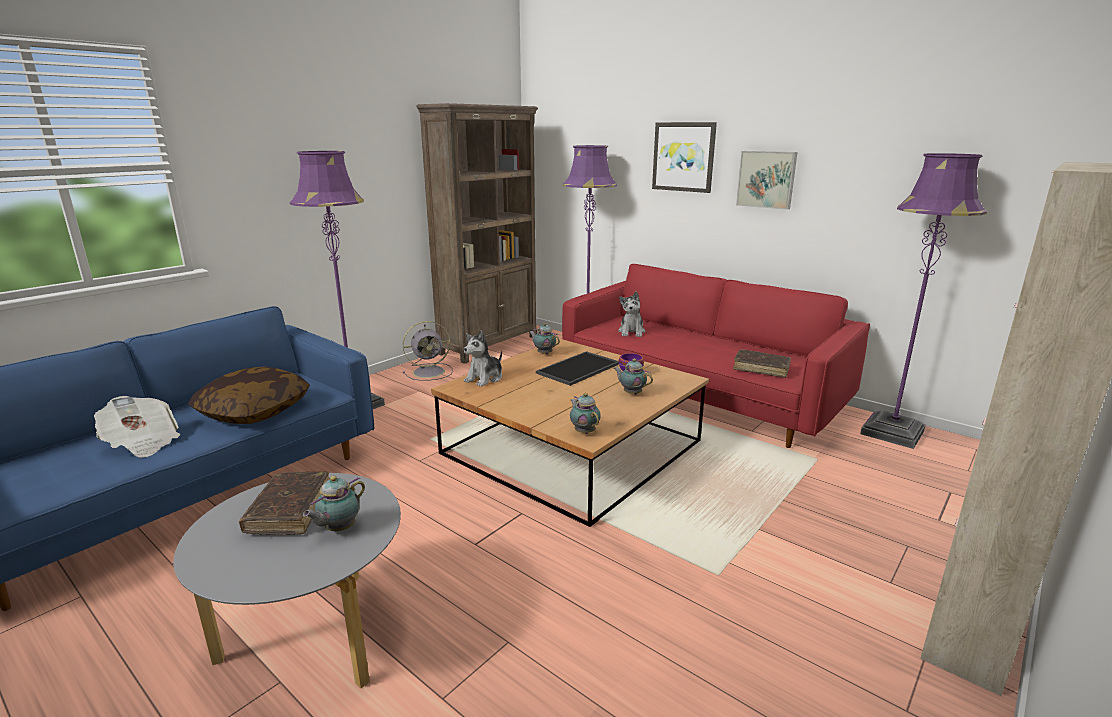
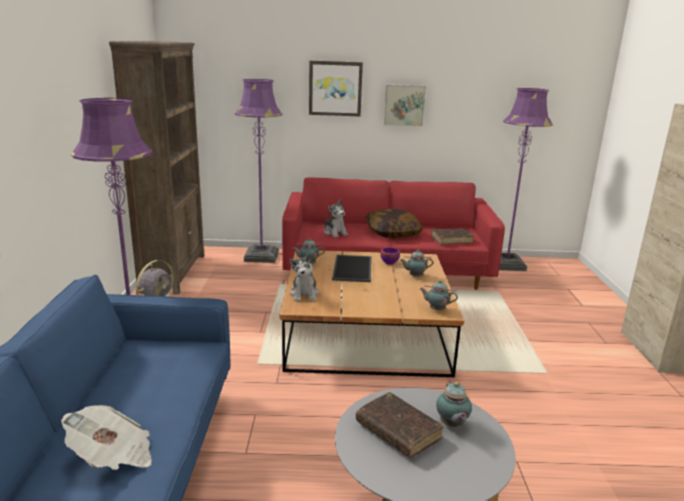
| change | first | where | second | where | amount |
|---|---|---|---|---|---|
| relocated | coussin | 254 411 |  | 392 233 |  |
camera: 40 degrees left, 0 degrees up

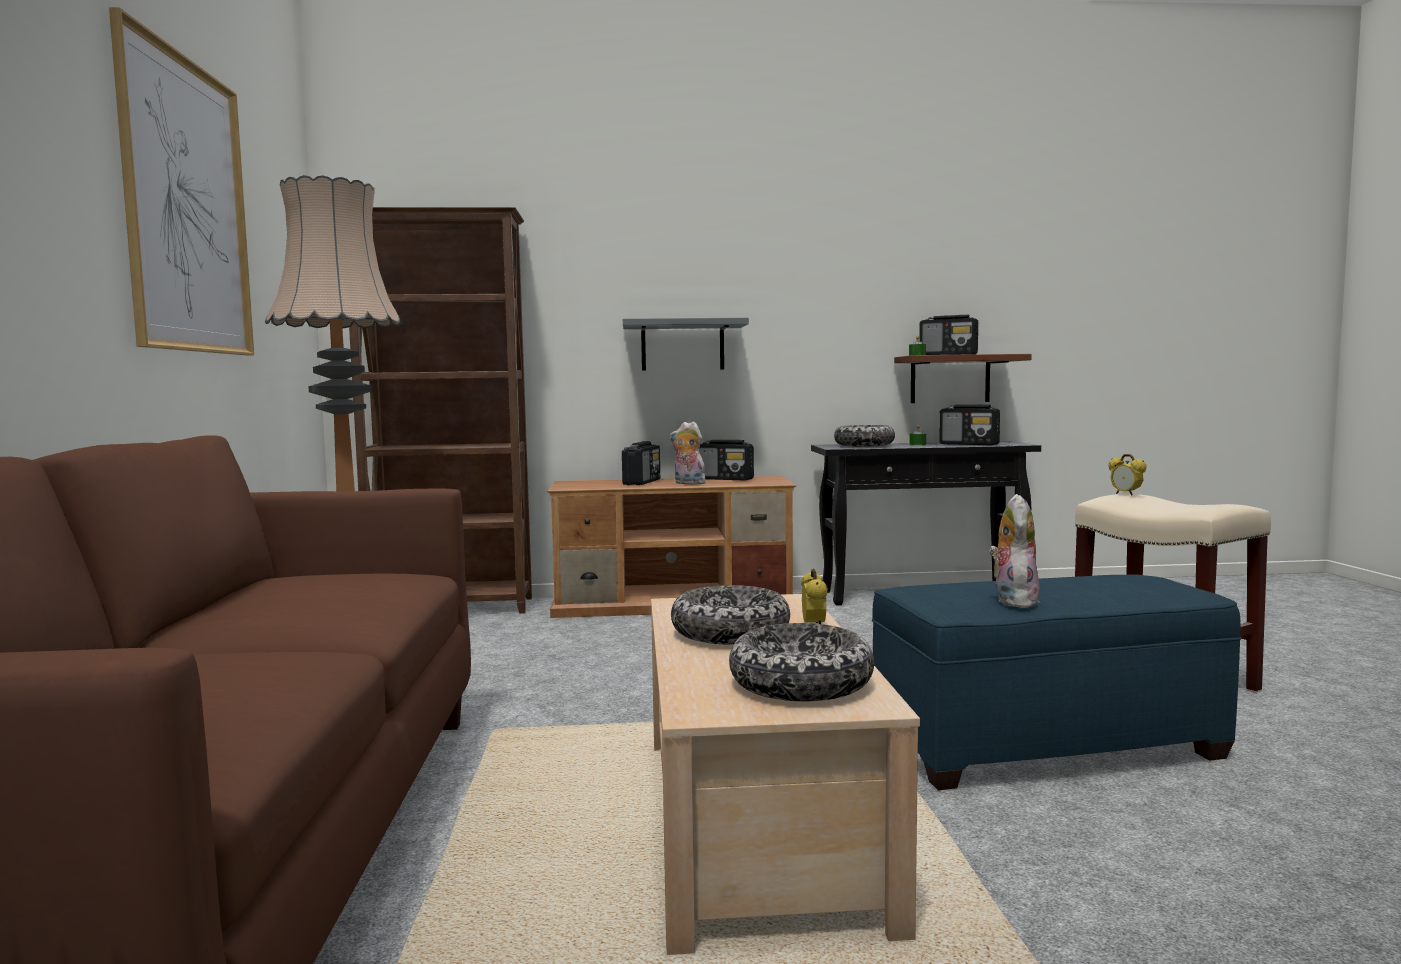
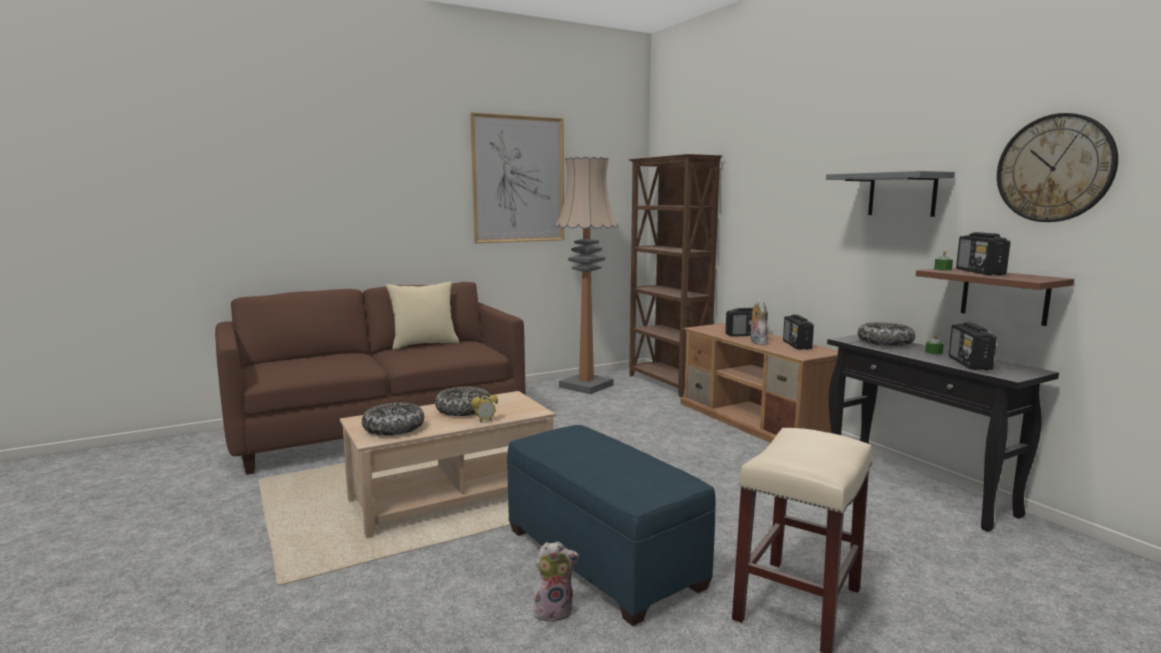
| change | first | where | second | where | amount |
|---|---|---|---|---|---|
| appeared |  |  | coussin (beige) | 424 344 |  |
| relocated | peluche | 1012 600 |  | 554 611 |  |
| relocated | étagère (gris) | 682 346 |  | 902 194 |  |
| appeared |  |  | horloge murale | 1054 168 |  |
| missing | réveil | 1126 494 |  |  |  |
camera: 65 degrees right, 5 degrees up

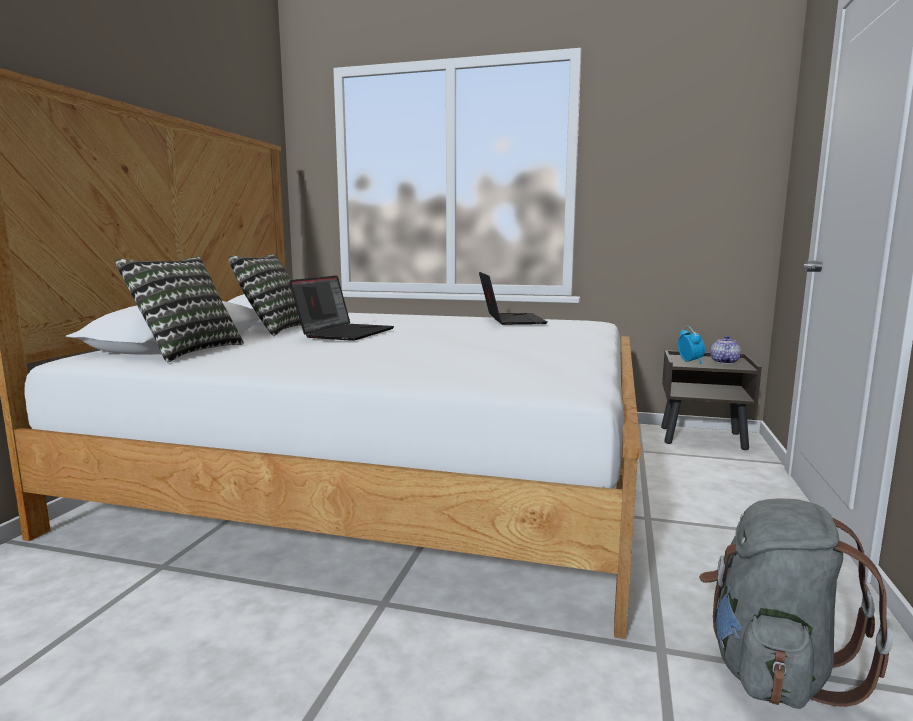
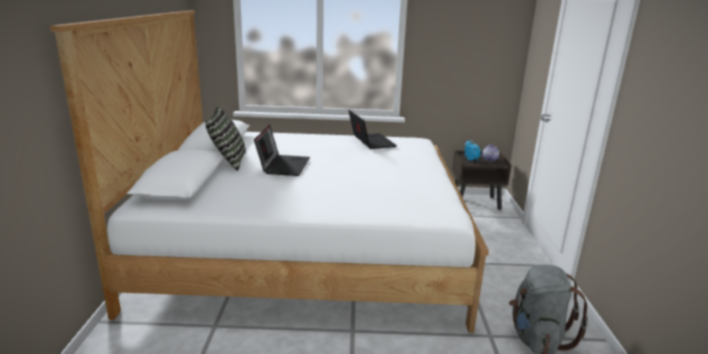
| change | first | where | second | where | amount |
|---|---|---|---|---|---|
| missing | coussin | 187 351 |  |  |  |
camera: 15 degrees left, 10 degrees up

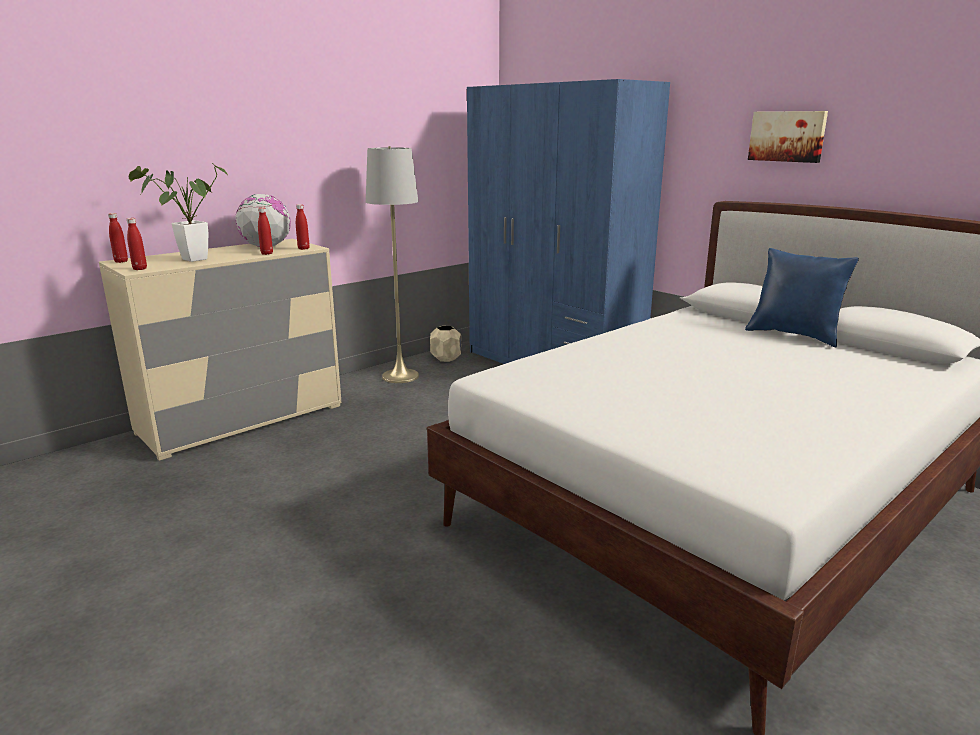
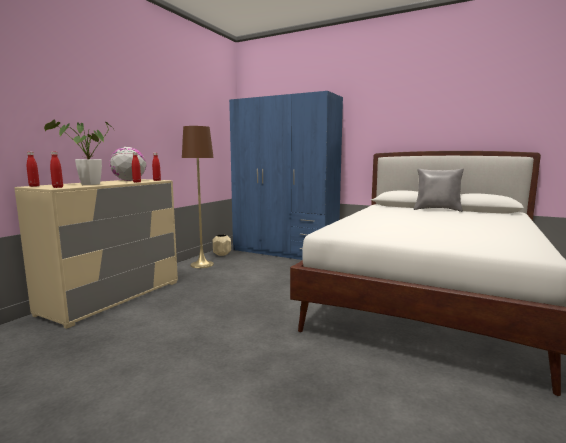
| change | first | where | second | where | amount |
|---|---|---|---|---|---|
| colour | lampadaire (gris) | 400 376 | lampadaire (marron) | 202 264 |  |
| colour | coussin (bleu) | 794 335 | coussin (gris) | 437 210 |  |
| missing | tableau | 787 136 |  |  |  |
camera: 20 degrees left, 10 degrees down

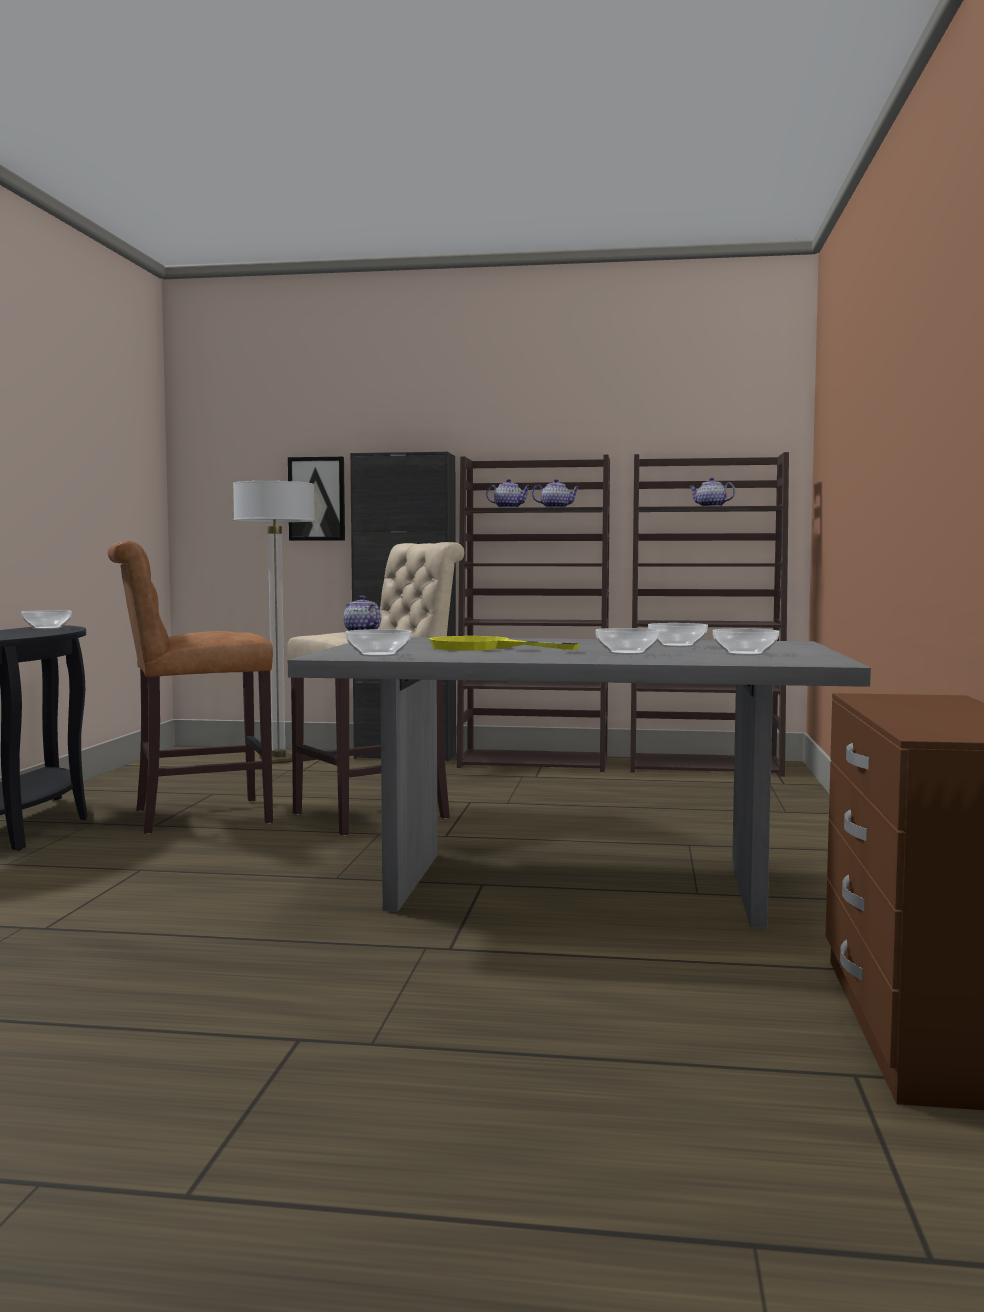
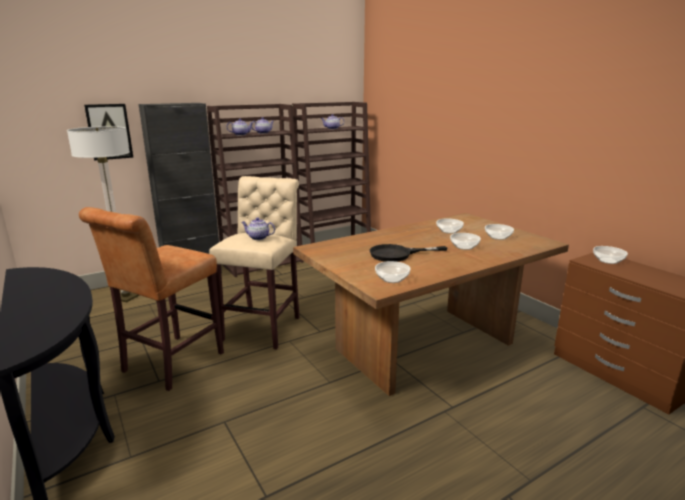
| change | first | where | second | where | amount |
|---|---|---|---|---|---|
| colour | table à manger (gris) | 574 888 | table à manger (marron) | 425 347 |  |
| colour | poêle (jaune) | 483 648 | poêle (noir) | 397 254 |  |
| relocated | bol | 47 628 |  | 607 261 |  |
camera: 40 degrees left, 15 degrees up

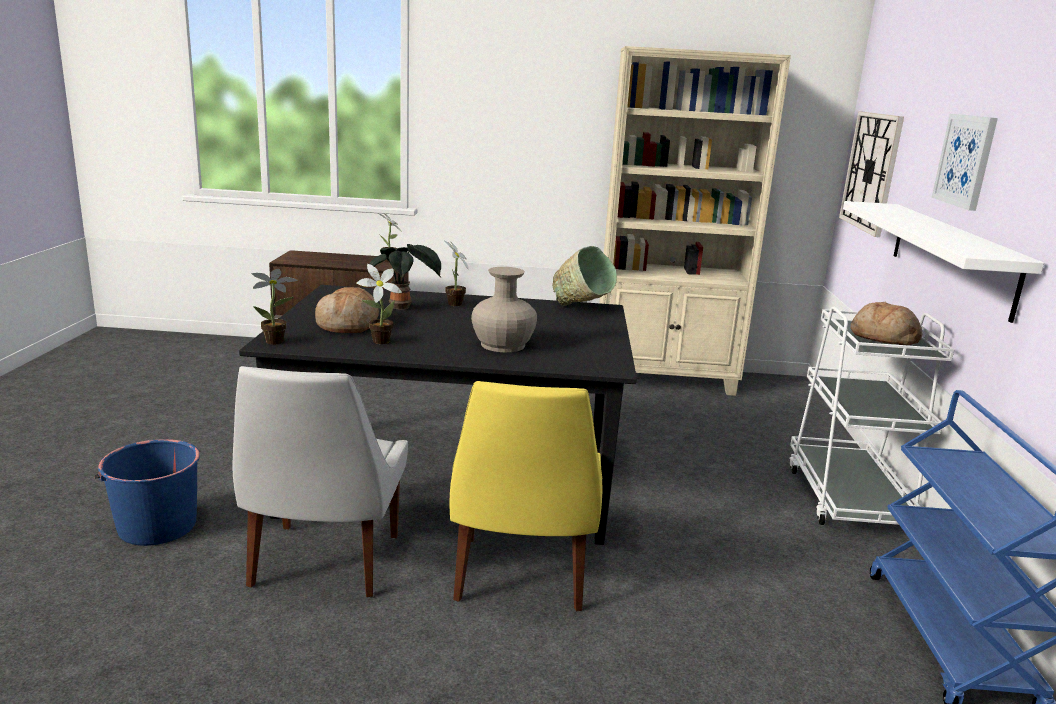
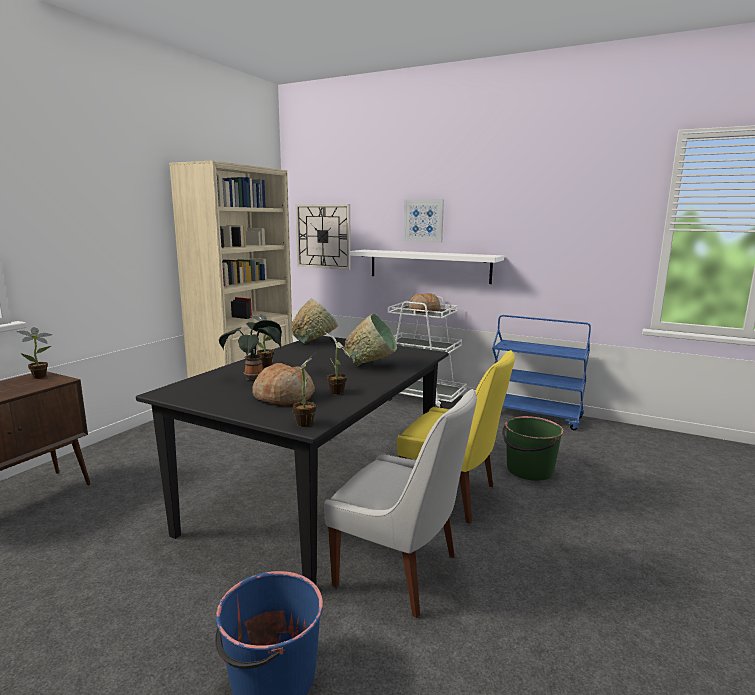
| change | first | where | second | where | amount |
|---|---|---|---|---|---|
| exchanged | vase (beige) | 503 345 | bol (vert) | 372 366 |  |
| appeared |  |  | seau (vert) | 529 470 |  |
camera: 65 degrees left, 5 degrees down

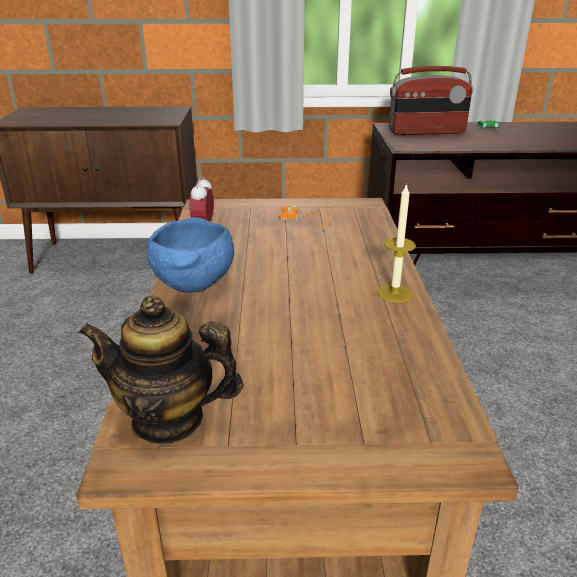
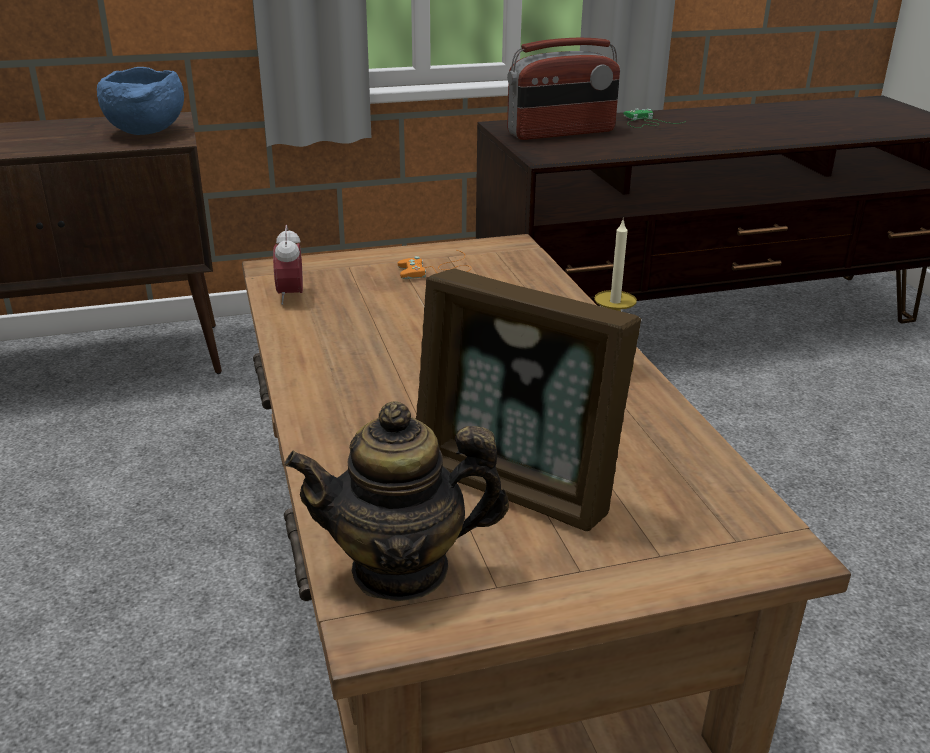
| change | first | where | second | where | amount |
|---|---|---|---|---|---|
| relocated | bol (bleu) | 194 286 |  | 147 133 |  |
| appeared |  |  | cadre photo | 515 484 |  |
camera: 15 degrees left, 0 degrees up

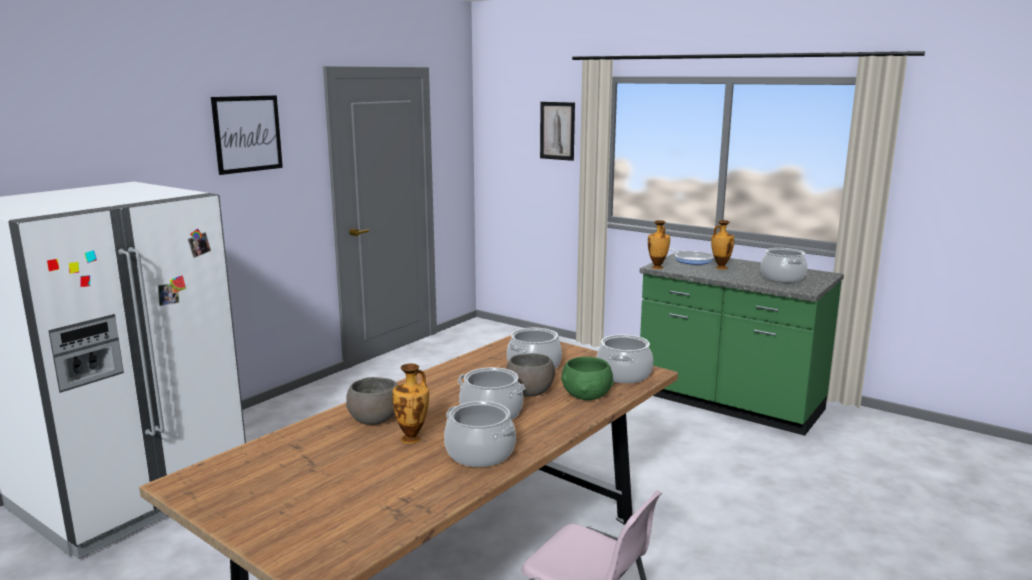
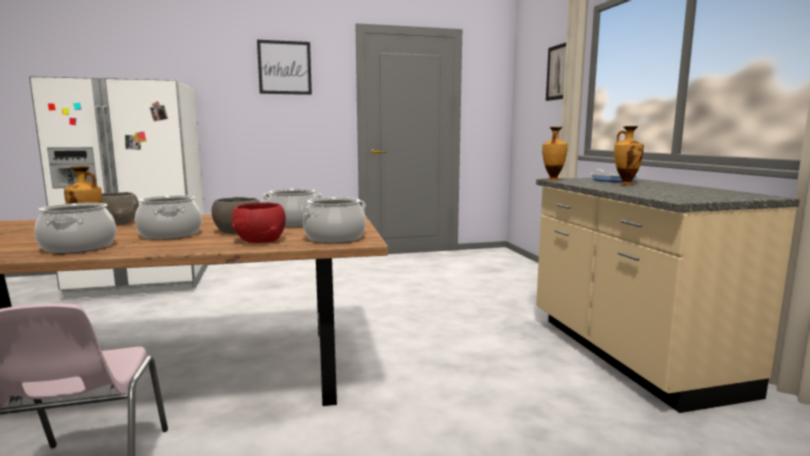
| change | first | where | second | where | amount |
|---|---|---|---|---|---|
| colour | bol (vert) | 586 396 | bol (rouge) | 259 241 |  |
| colour | comptoir de cuisine (vert) | 729 404 | comptoir de cuisine (beige) | 628 354 |  |
| missing | marmite | 782 278 |  |  |  |
camera: 40 degrees right, 5 degrees down

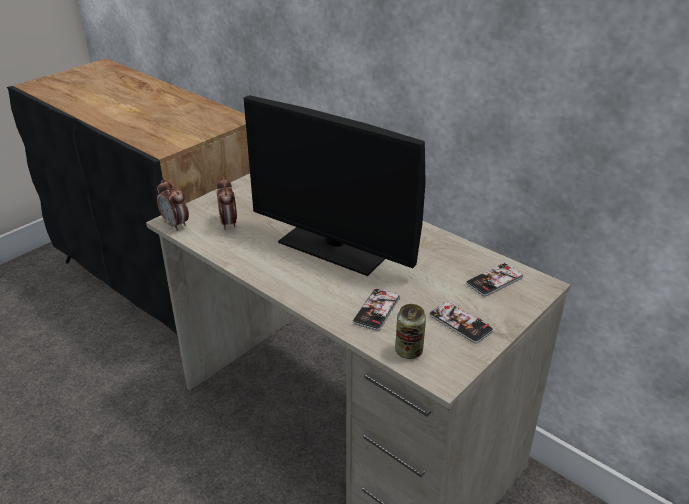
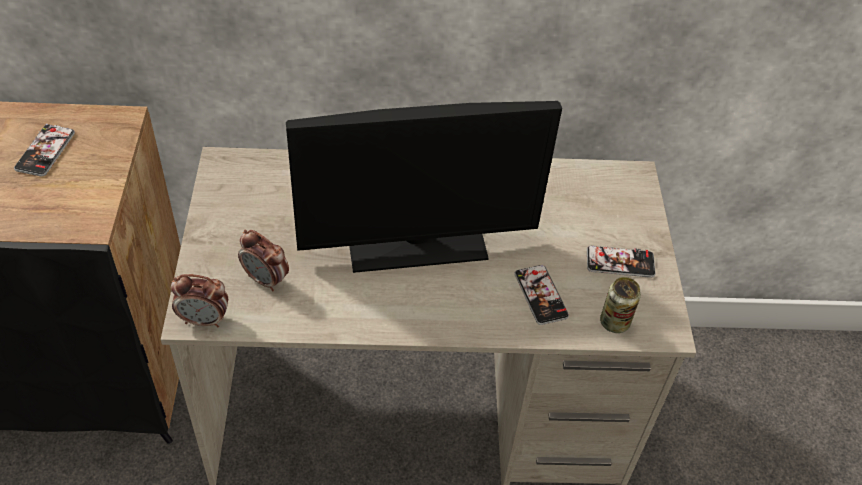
| change | first | where | second | where | amount |
|---|---|---|---|---|---|
| relocated | téléphone | 494 280 |  | 45 151 |  |
camera: 45 degrees left, 15 degrees up

